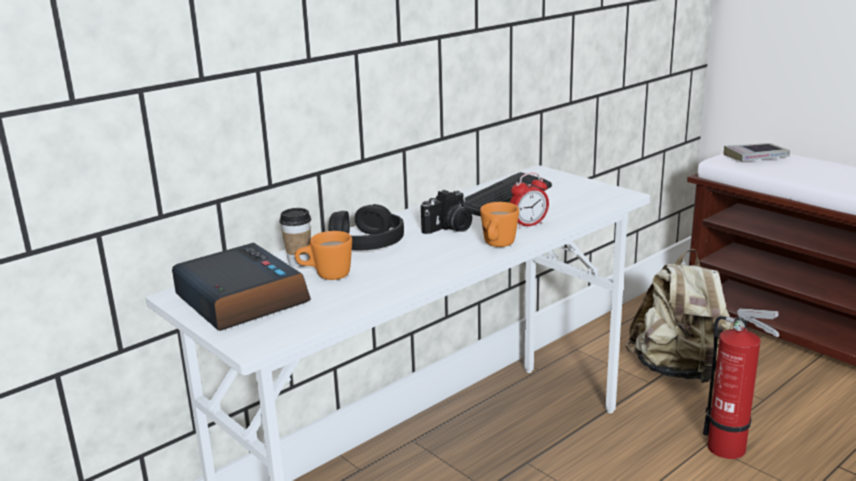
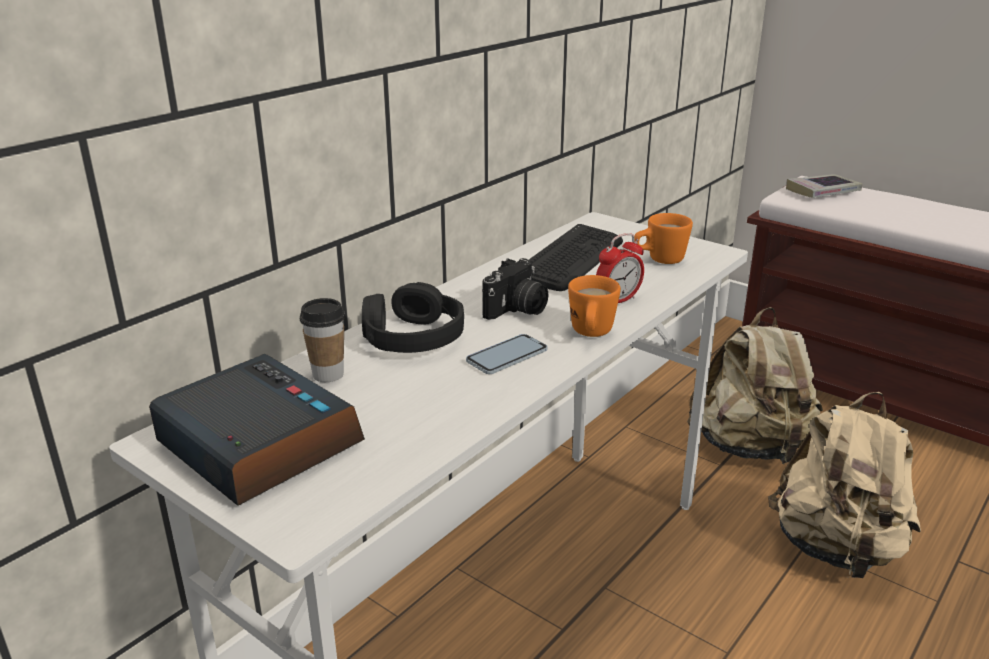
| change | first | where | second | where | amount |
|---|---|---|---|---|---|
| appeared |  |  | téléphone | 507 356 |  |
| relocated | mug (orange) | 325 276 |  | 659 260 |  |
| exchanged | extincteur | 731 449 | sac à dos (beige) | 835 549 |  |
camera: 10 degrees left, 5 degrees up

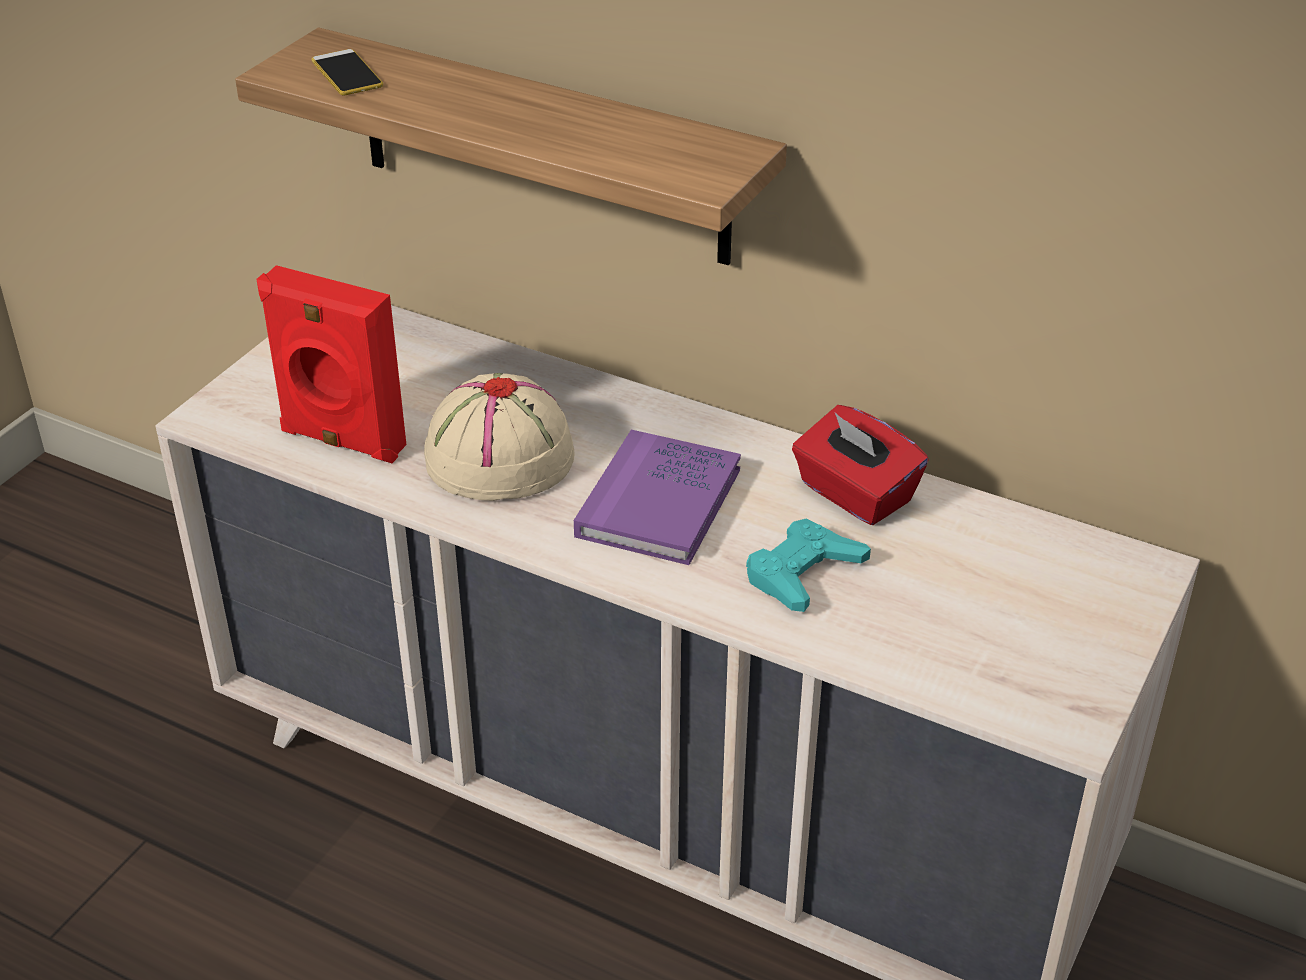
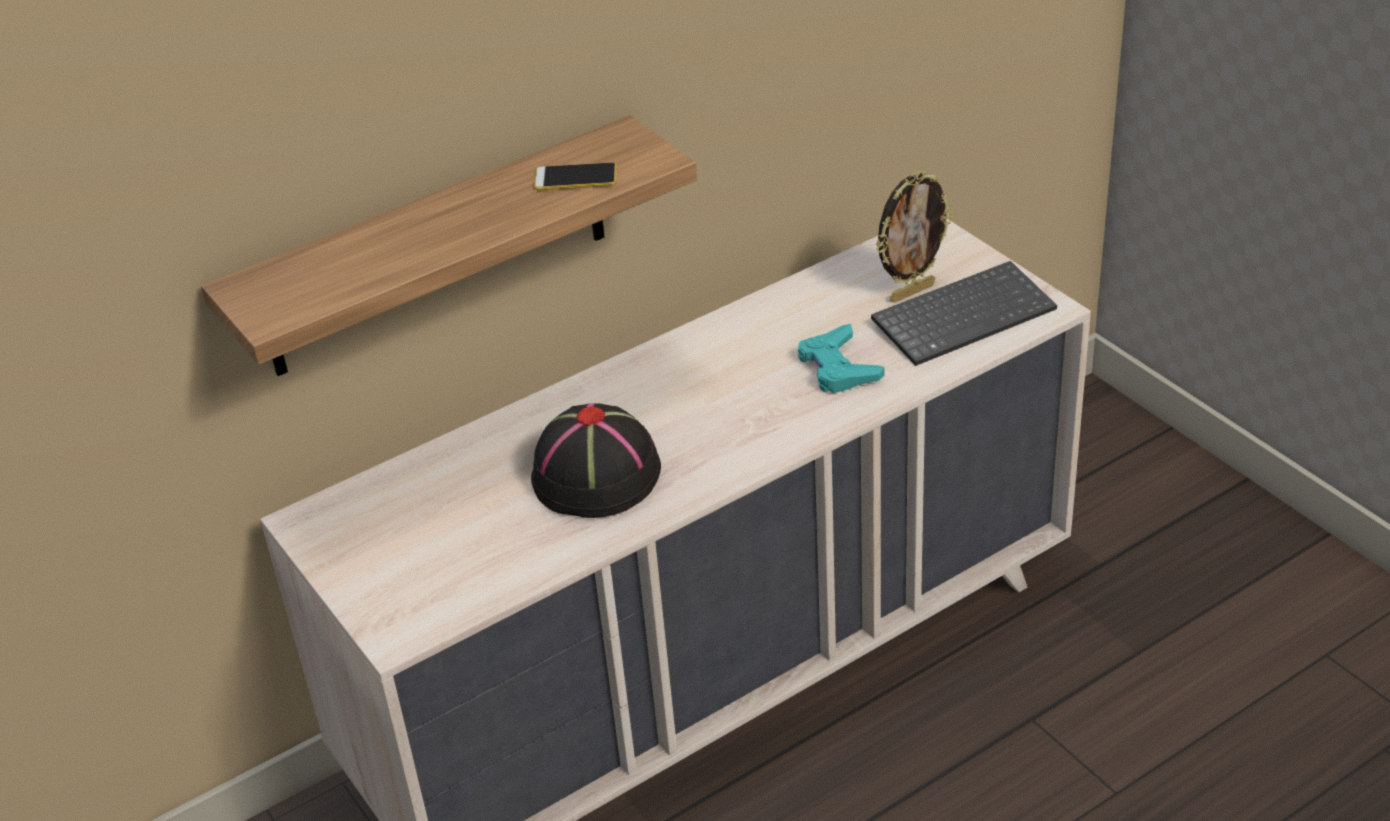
| change | first | where | second | where | amount |
|---|---|---|---|---|---|
| colour | chapeau (beige) | 498 457 | chapeau (noir) | 596 476 |  |
| relocated | téléphone | 347 74 |  | 575 178 |  |
| appeared |  |  | clavier | 963 314 |  |
| appeared |  |  | cadre photo | 911 292 |  |
| missing | enceinte (rouge) | 341 441 |  |  |  |
| missing | livre (violet) | 659 503 |  |  |  |
| missing | boîte à mouchoirs (rouge) | 854 494 |  |  |  |
camera: 60 degrees left, 0 degrees up

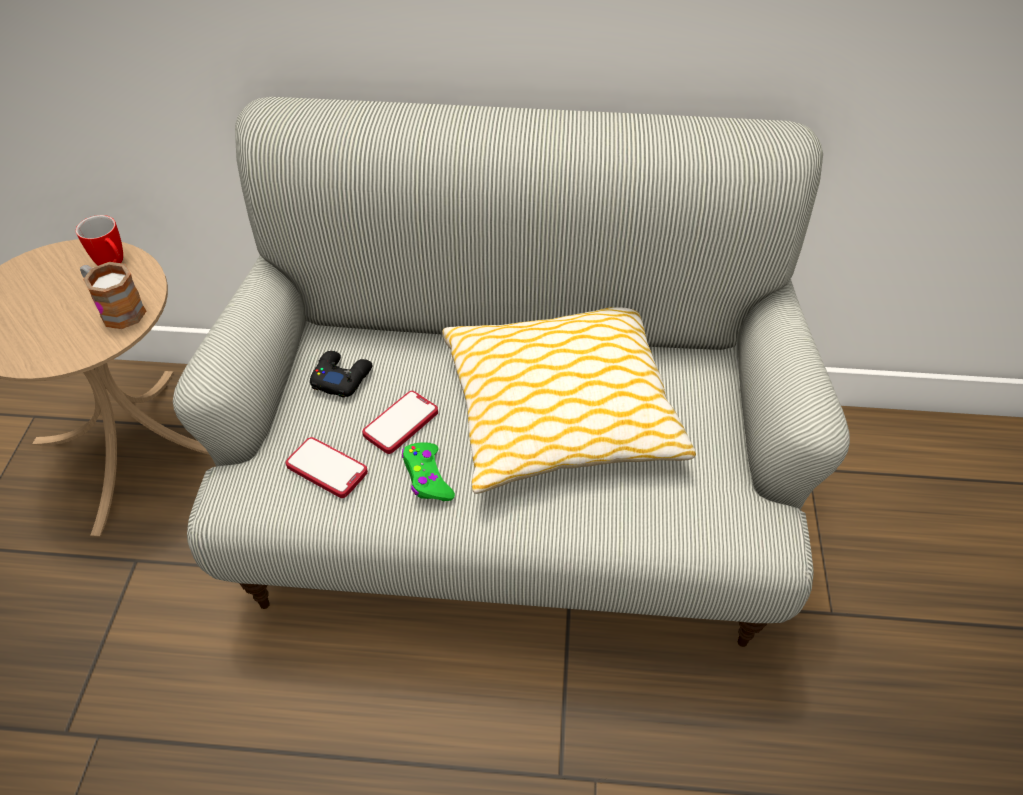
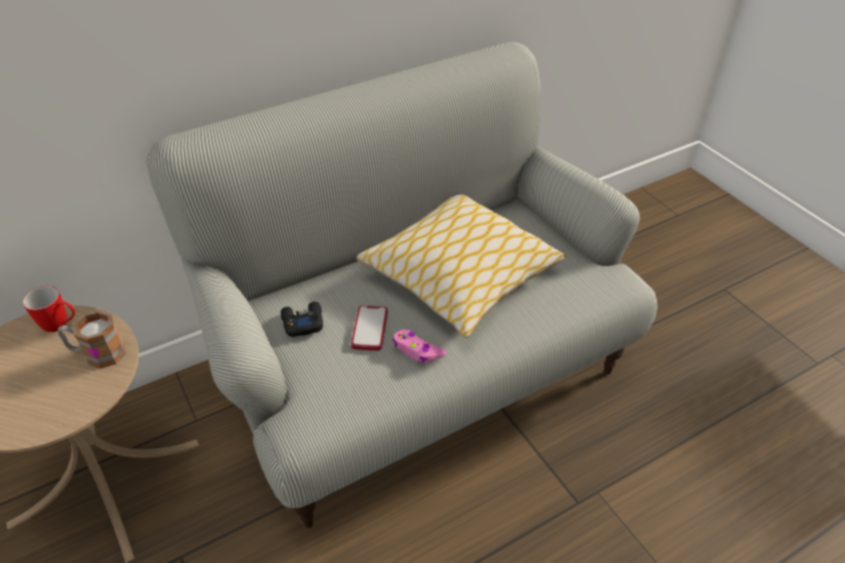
| change | first | where | second | where | amount |
|---|---|---|---|---|---|
| colour | manette (vert) | 427 477 | manette (rose) | 417 351 |  |
| missing | téléphone | 327 469 |  |  |  |
camera: 35 degrees left, 5 degrees down

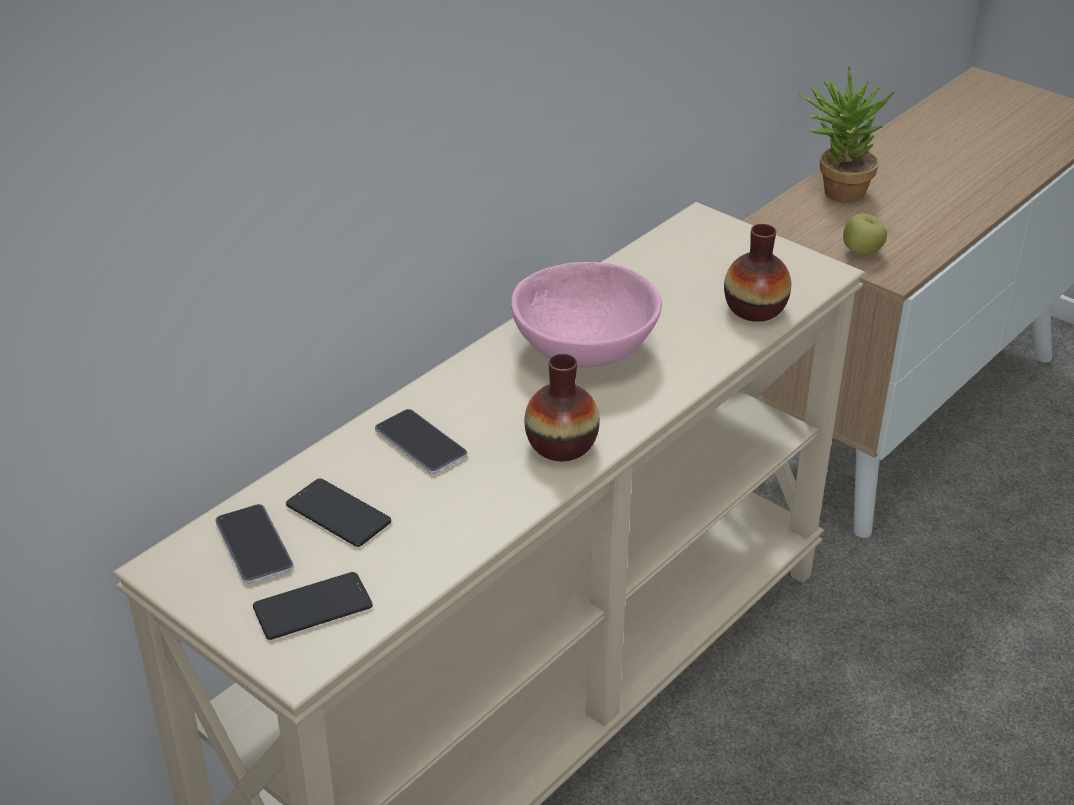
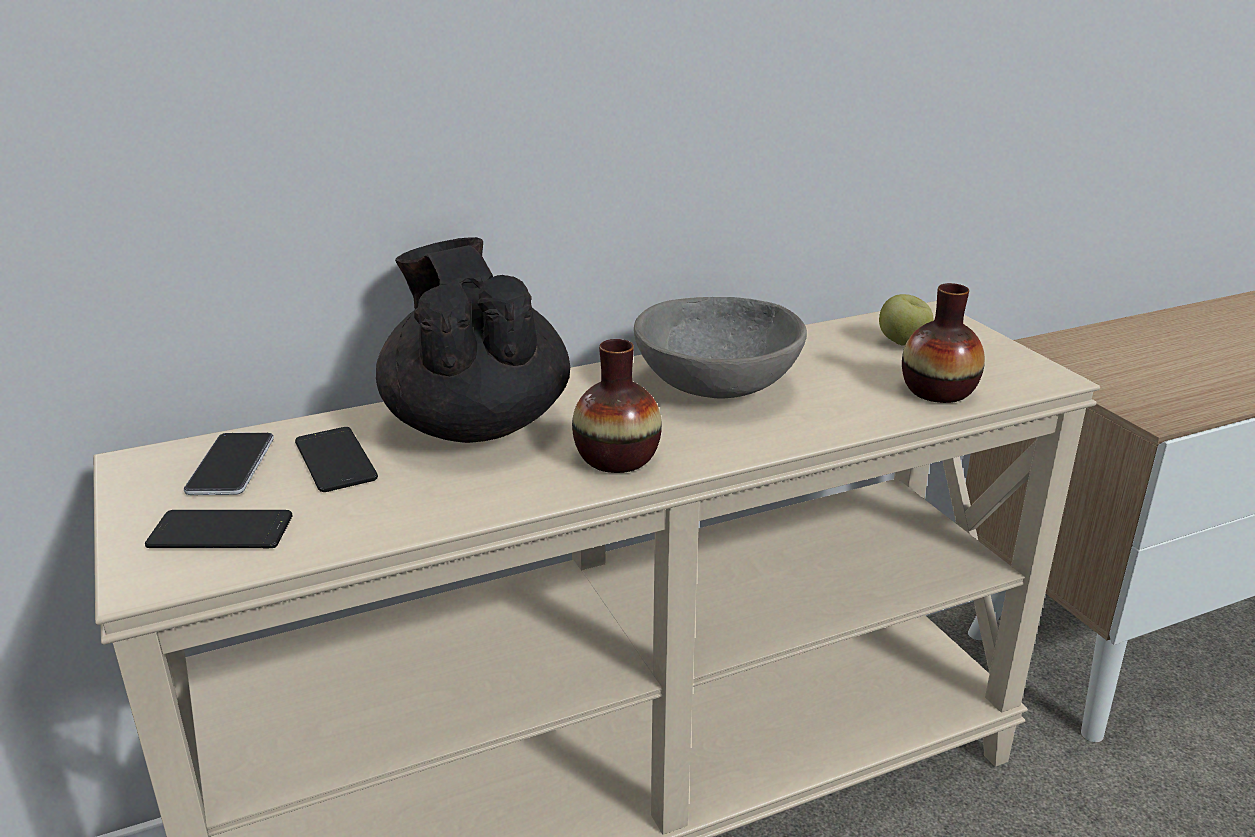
| change | first | where | second | where | amount |
|---|---|---|---|---|---|
| exchanged | téléphone | 420 443 | théière (noir) | 476 423 |  |
| colour | bol (rose) | 584 347 | bol (gris) | 717 384 |  |
| relocated | pomme | 862 252 |  | 903 343 |  |
| missing | plante en pot | 835 191 |  |  |  |
camera: 25 degrees right, 10 degrees down

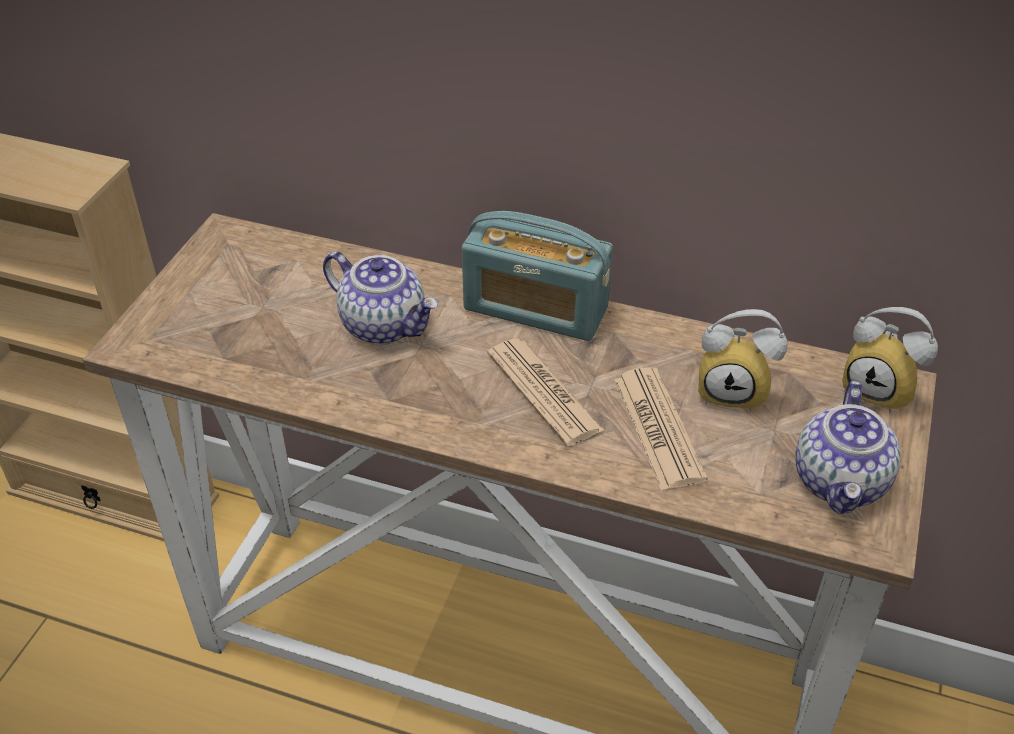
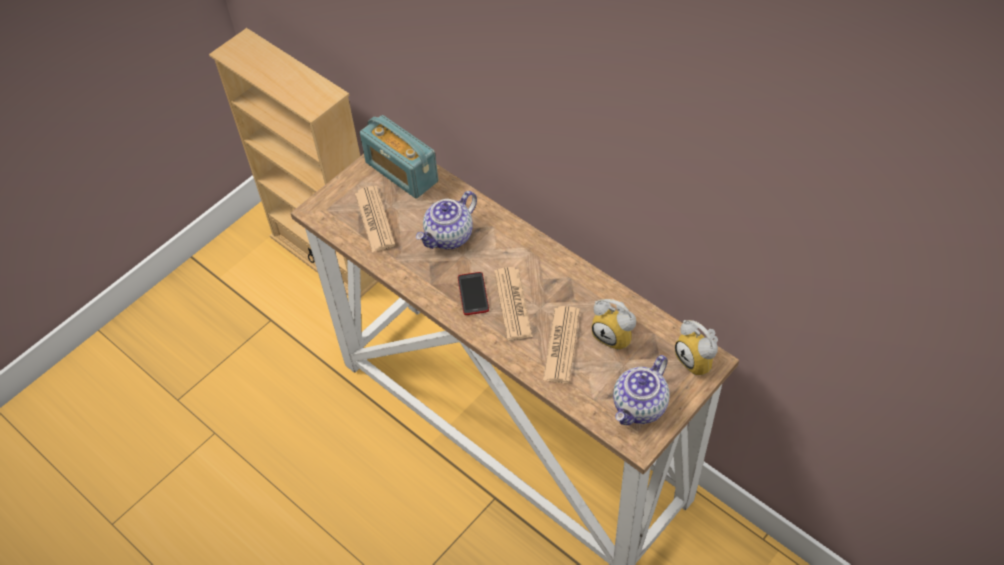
| change | first | where | second | where | amount |
|---|---|---|---|---|---|
| appeared |  |  | journal | 374 219 |  |
| relocated | radio | 535 309 |  | 401 172 |  |
| spun | théière | 385 325 |  | 449 236 | 75 degrees clockwise |
| appeared |  |  | téléphone | 473 294 |  |
camera: 25 degrees right, 10 degrees up

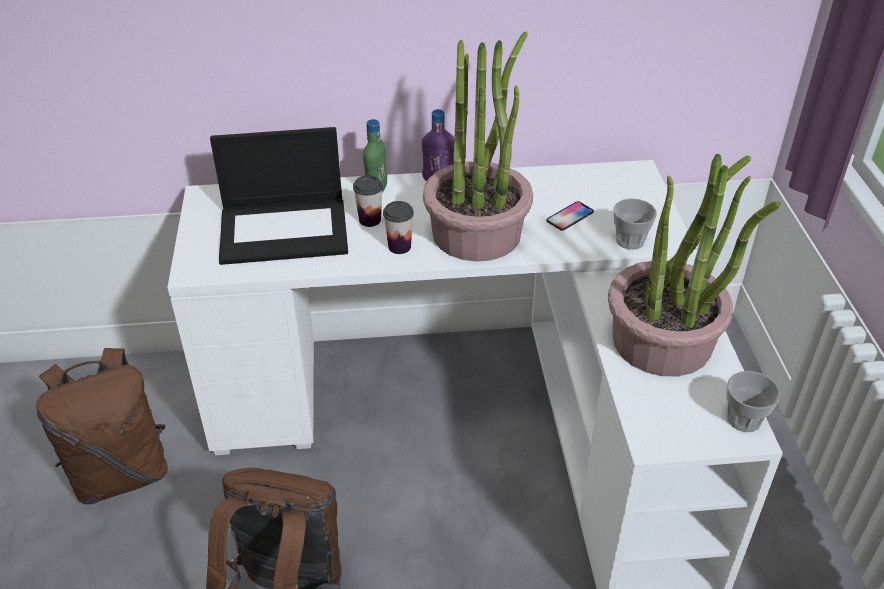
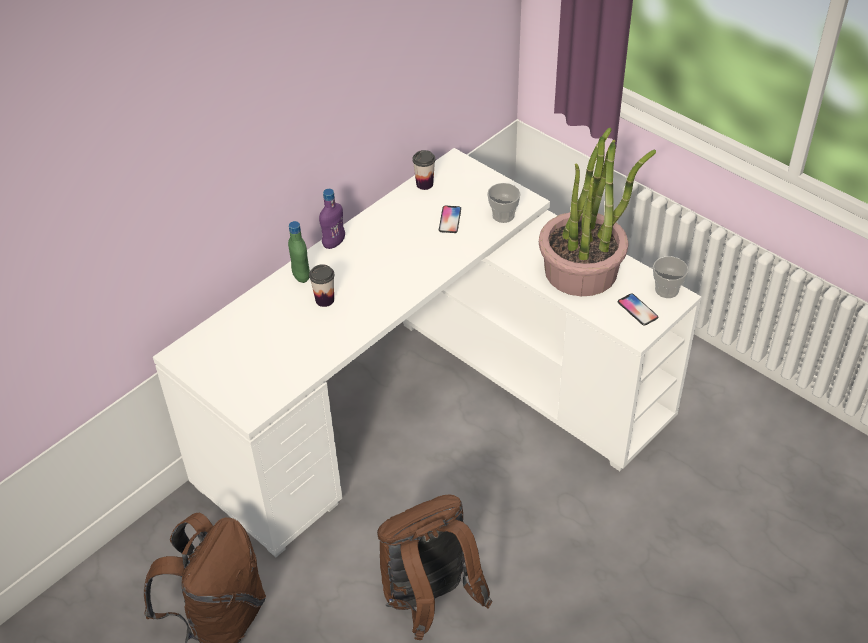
| change | first | where | second | where | amount |
|---|---|---|---|---|---|
| relocated | tasse | 399 247 |  | 424 184 |  |
| appeared |  |  | téléphone | 637 310 |  |
| missing | ordinateur portable | 285 230 |  |  |  |
| missing | plante en pot | 477 232 |  |  |  |
camera: 40 degrees left, 5 degrees up

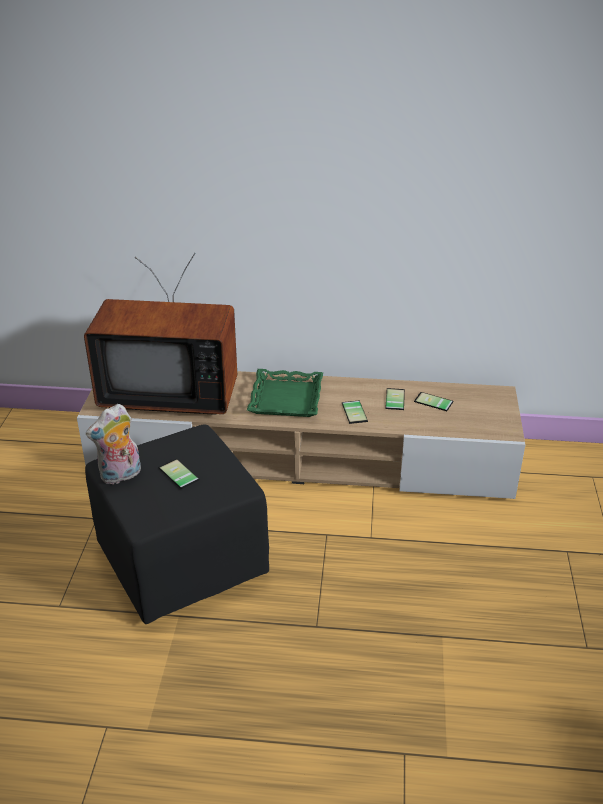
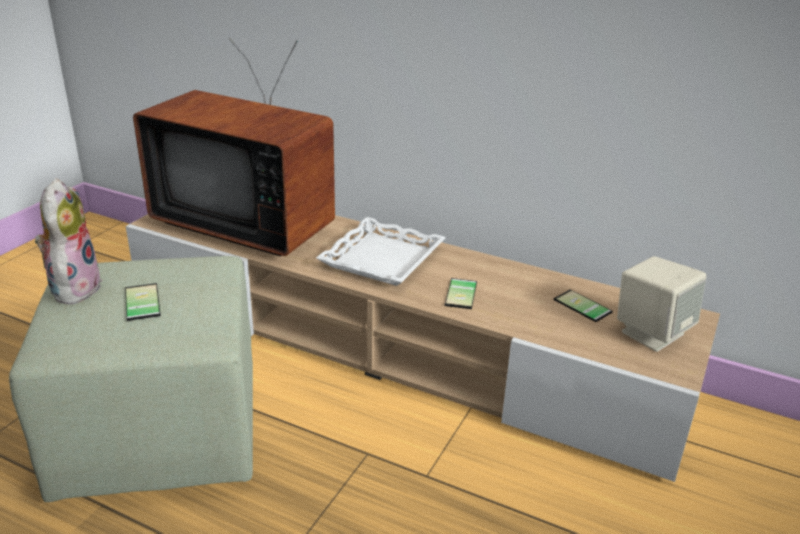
| change | first | where | second | where | amount |
|---|---|---|---|---|---|
| colour | pouf (noir) | 183 560 | pouf (vert) | 164 432 |  |
| spun | peluche | 120 476 |  | 74 287 | 105 degrees clockwise |
| colour | plateau (vert) | 286 399 | plateau (blanc) | 383 259 |  |
| appeared |  |  | enceinte (beige) | 651 332 |  |
| missing | téléphone | 393 399 |  |  |  |
camera: 20 degrees right, 5 degrees down

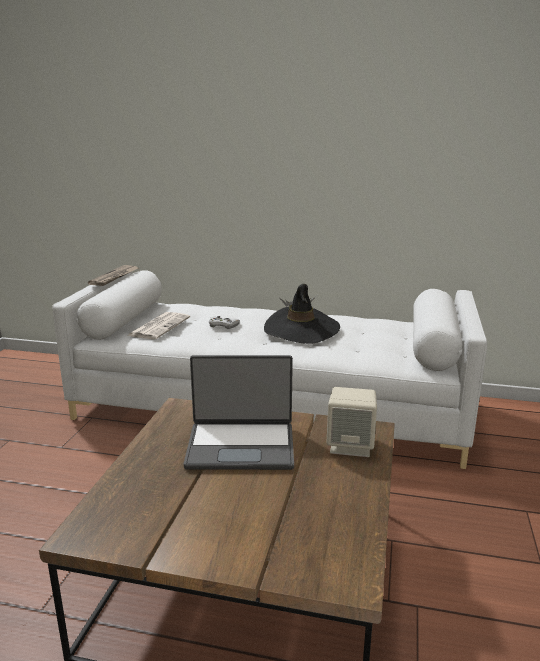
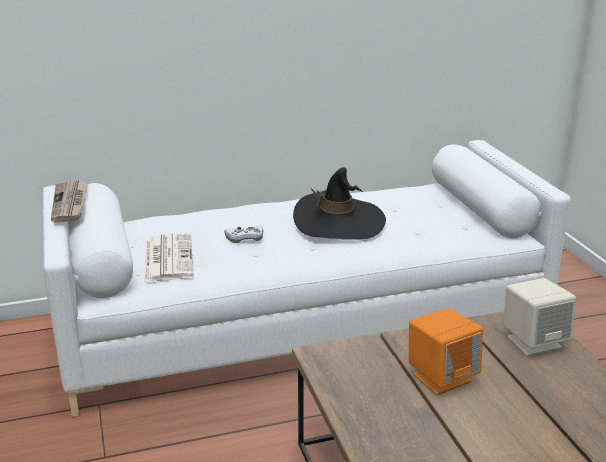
| change | first | where | second | where | amount |
|---|---|---|---|---|---|
| exchanged | ordinateur portable | 241 446 | enceinte (orange) | 441 378 |  |
camera: 30 degrees left, 5 degrees up

